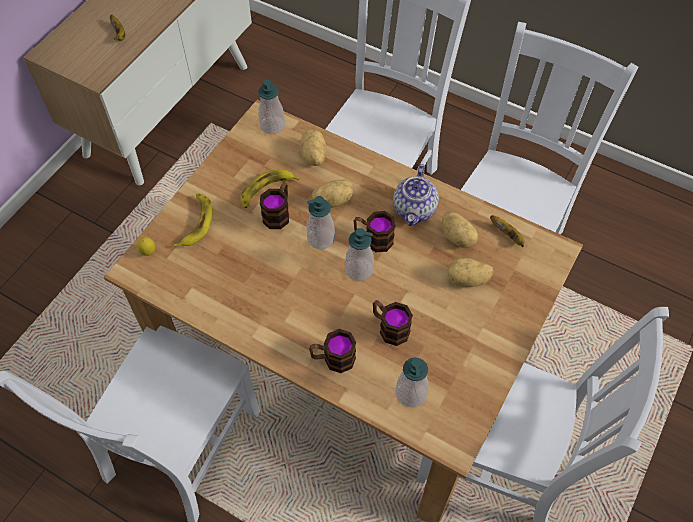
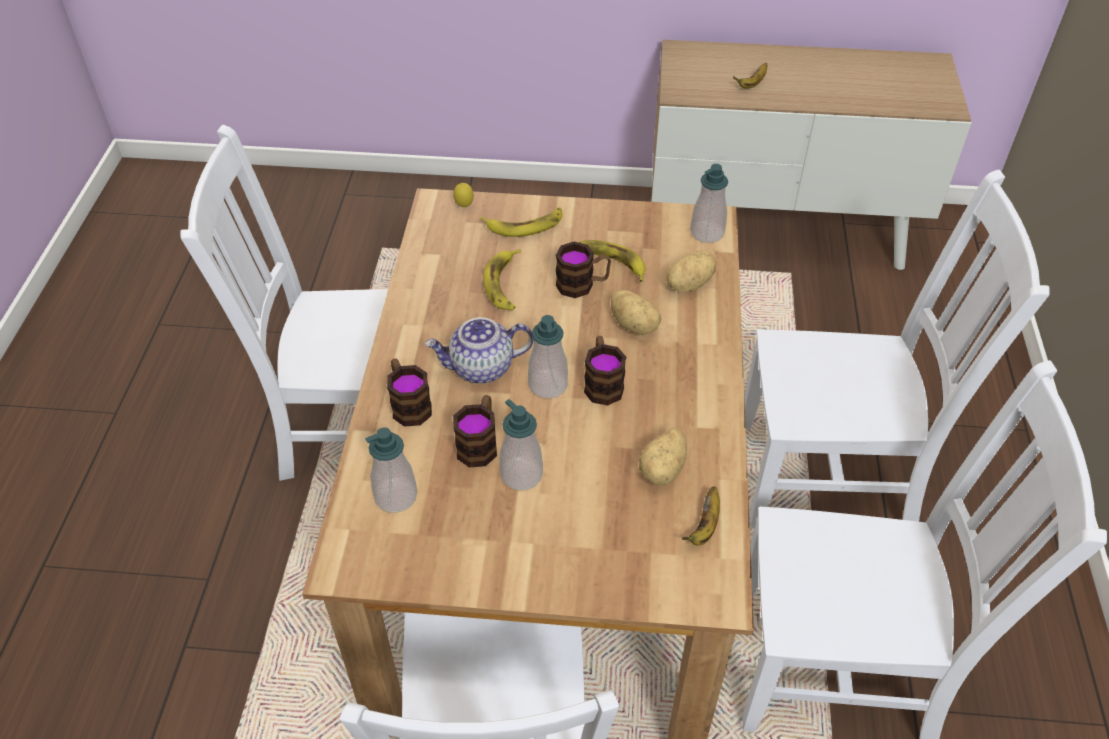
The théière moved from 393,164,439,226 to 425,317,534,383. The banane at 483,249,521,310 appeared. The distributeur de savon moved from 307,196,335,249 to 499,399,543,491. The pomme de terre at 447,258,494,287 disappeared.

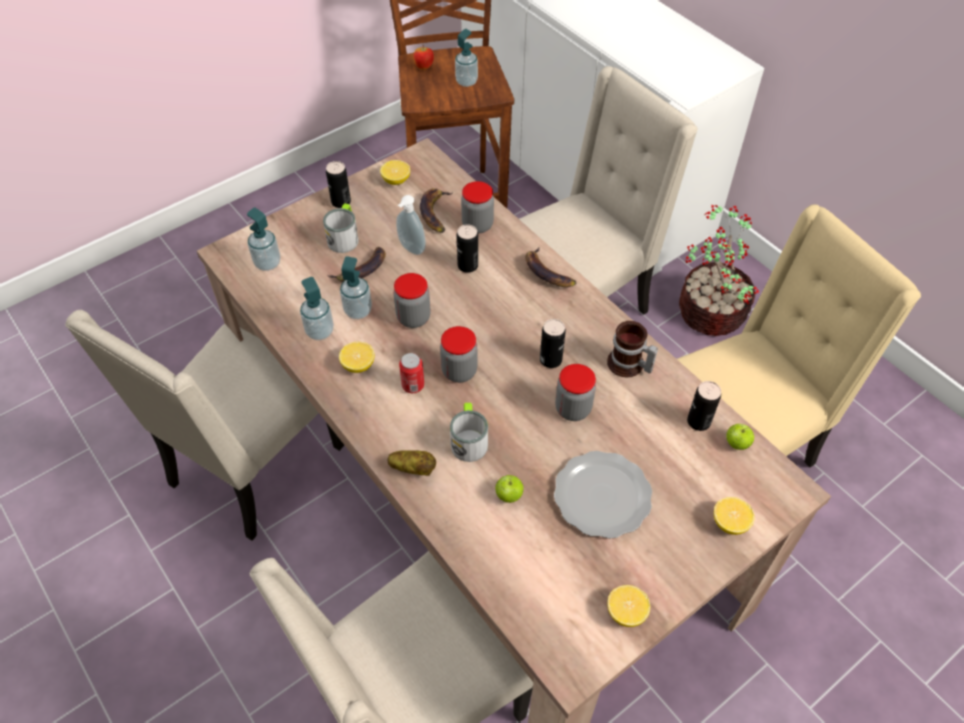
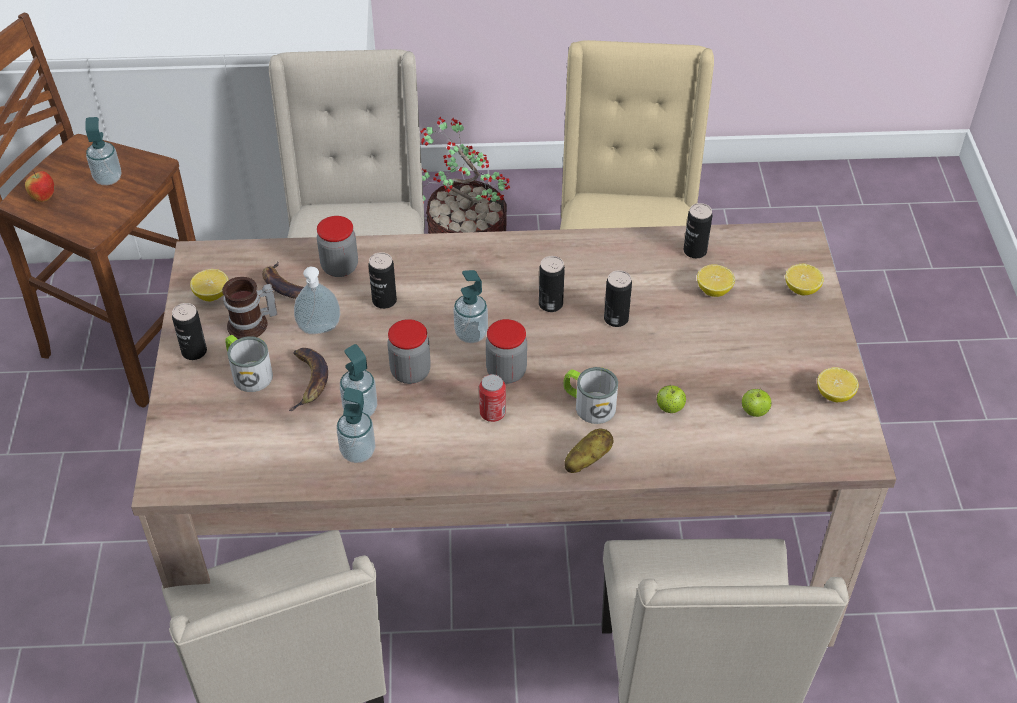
The mug moved from 607,321,658,377 to 222,277,277,339. The distributeur de savon moved from 247,207,280,271 to 453,270,488,343. The bocal at 555,364,596,421 was replaced by the boîte métallique at 604,270,632,327. The citron moved from 339,342,375,373 to 697,264,735,297. The pomme moved from 726,424,754,450 to 742,388,771,417. The banane at 525,248,577,287 disappeared. The assiette at 554,451,652,539 disappeared.

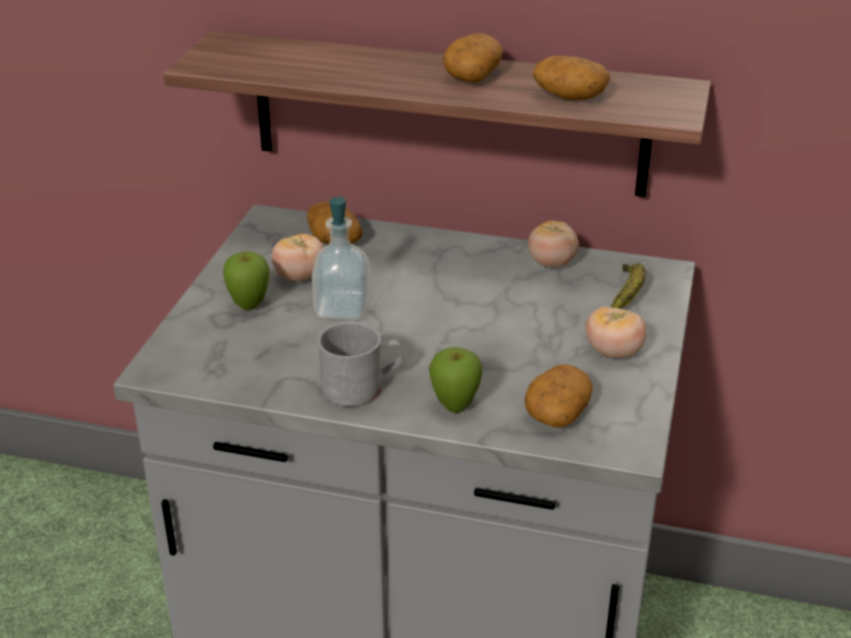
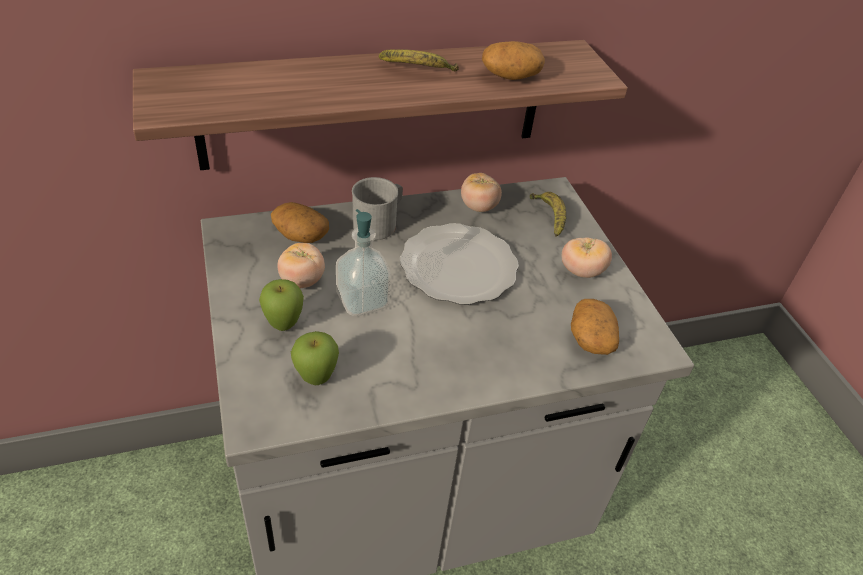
The pomme moved from 429,347,483,413 to 291,331,339,385. The mug/gris moved from 317,321,402,407 to 352,177,403,240. The pomme de terre at 443,33,503,82 was replaced by the banane at 379,49,459,72. The assiette at 400,223,519,305 appeared.

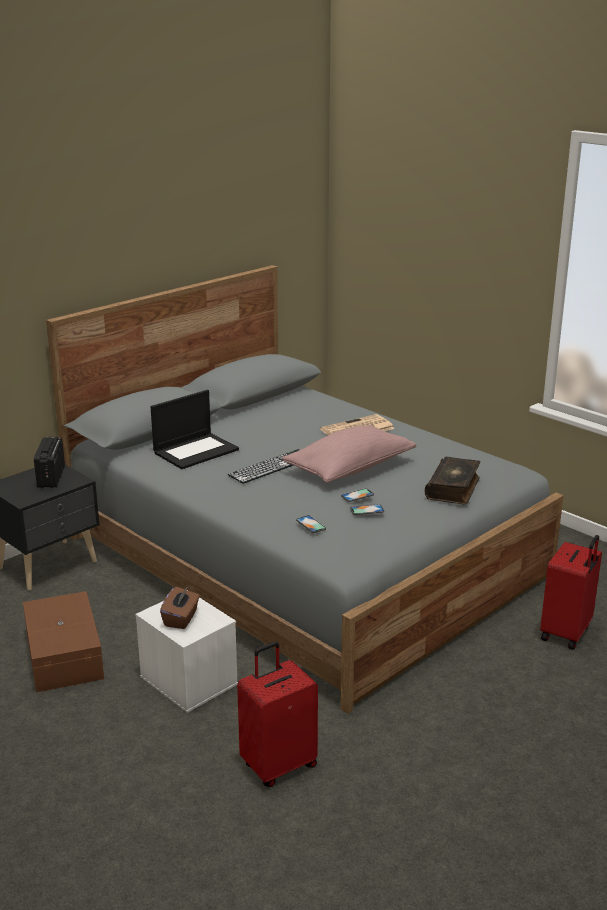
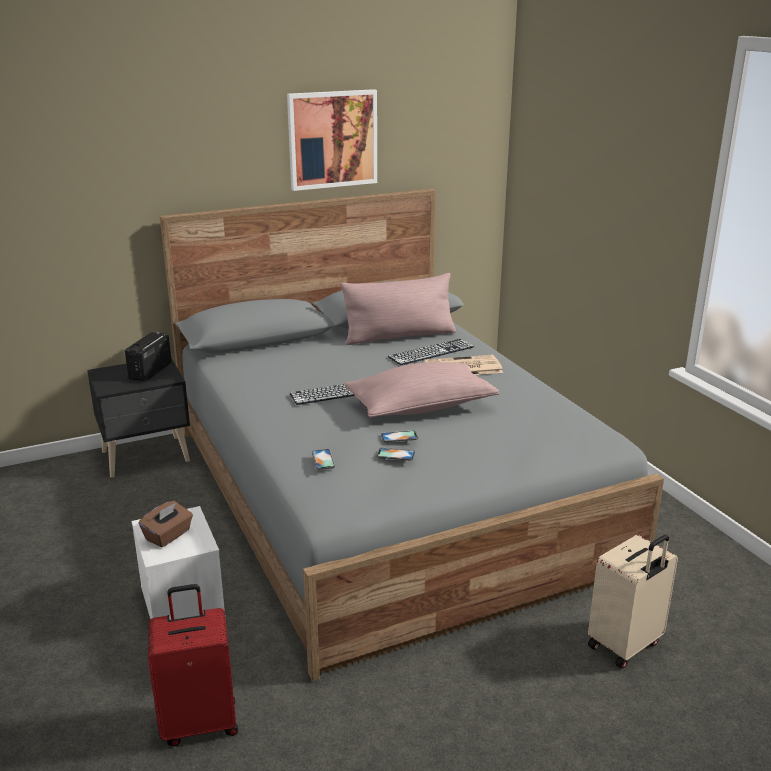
The tableau at 287,89,377,191 appeared. The coussin/rose at 341,273,456,345 appeared. The clavier at 388,339,474,365 appeared. The valise/rouge at 540,535,602,650 became the valise/beige at 588,535,678,669. The boîte de rangement/marron at 23,591,104,692 disappeared. The ordinateur portable at 150,390,239,469 disappeared. The livre at 425,457,480,504 disappeared.

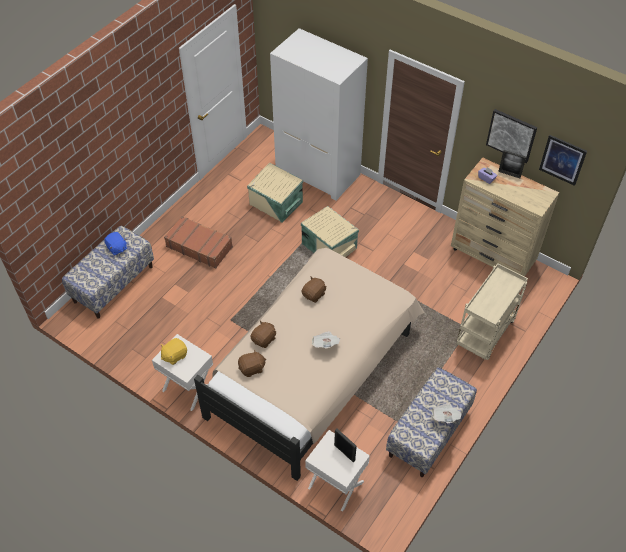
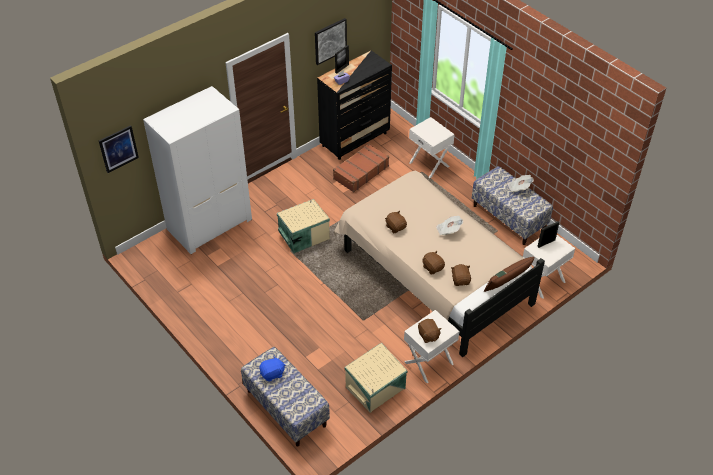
The tableau moved from 539,135,587,186 to 99,125,139,173. The commode/beige at 451,157,559,277 became the commode/noir at 317,50,392,160. The valise/marron moved from 164,216,233,269 to 333,144,389,192. The boîte de rangement/beige moved from 247,162,303,223 to 344,343,408,413. The chariot/beige at 456,263,528,360 was replaced by the table de chevet/blanc at 409,117,455,178. The peluche/jaune at 161,338,187,365 became the peluche/marron at 418,319,442,343. The coussin/marron at 483,257,535,292 appeared.

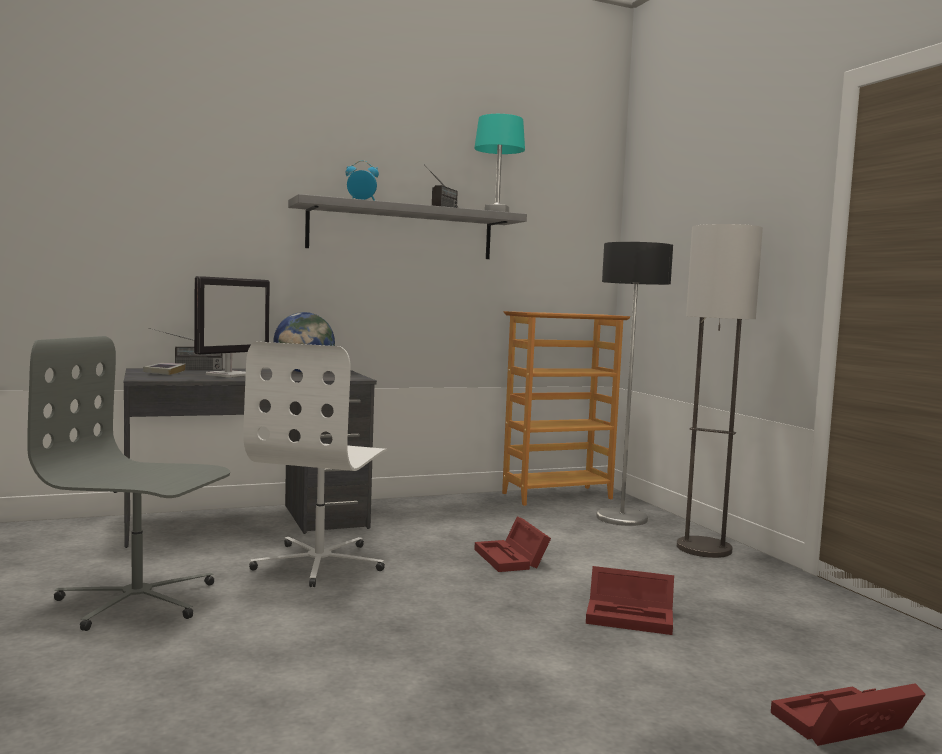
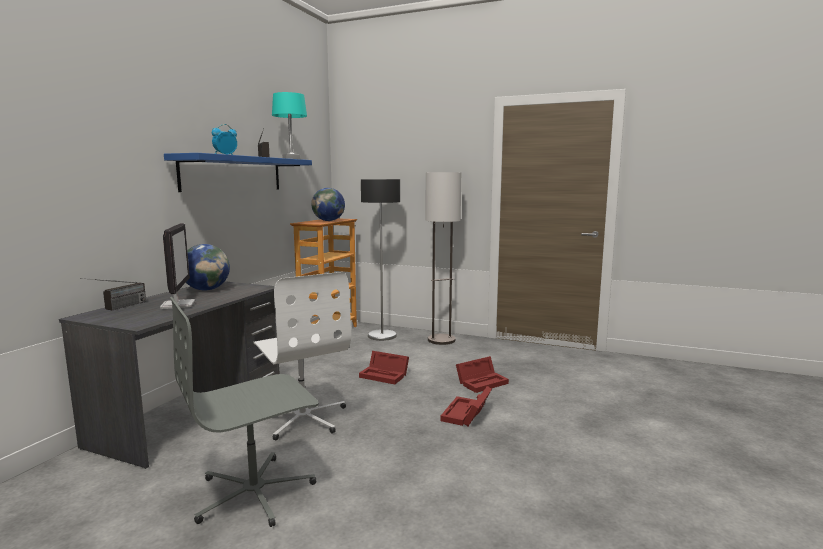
The étagère/gris at 288,194,527,259 became the étagère/bleu at 164,153,312,192. The globe at 311,188,345,221 appeared. The boîte de rangement/rouge moved from 771,683,926,746 to 440,386,492,426. The livre at 143,363,186,375 disappeared.

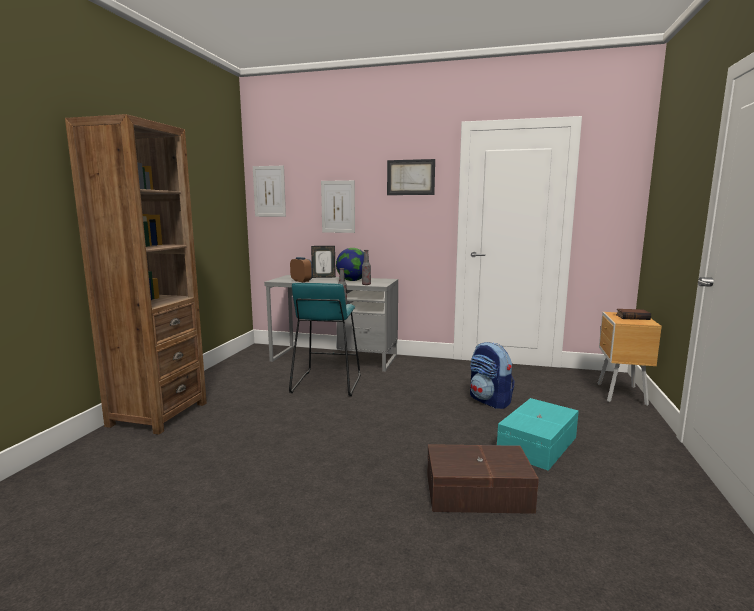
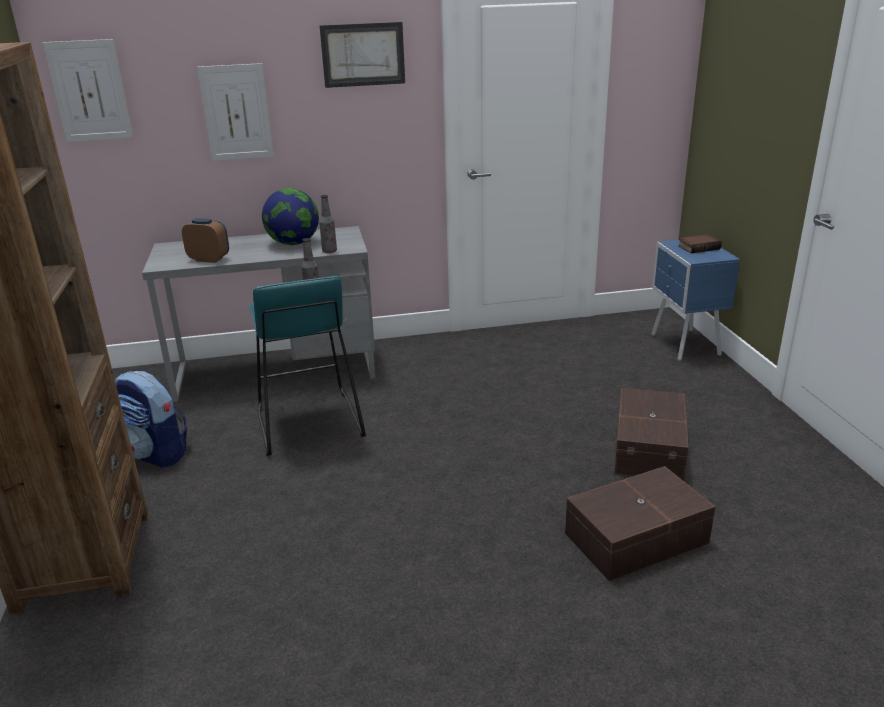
The sac à dos moved from 470,342,514,409 to 115,371,187,468. The boîte de rangement/turquoise at 497,398,579,471 became the boîte de rangement/marron at 614,388,689,481. The table de chevet/marron at 597,312,662,406 became the table de chevet/bleu at 651,240,740,361. The cadre photo at 311,246,336,278 disappeared.

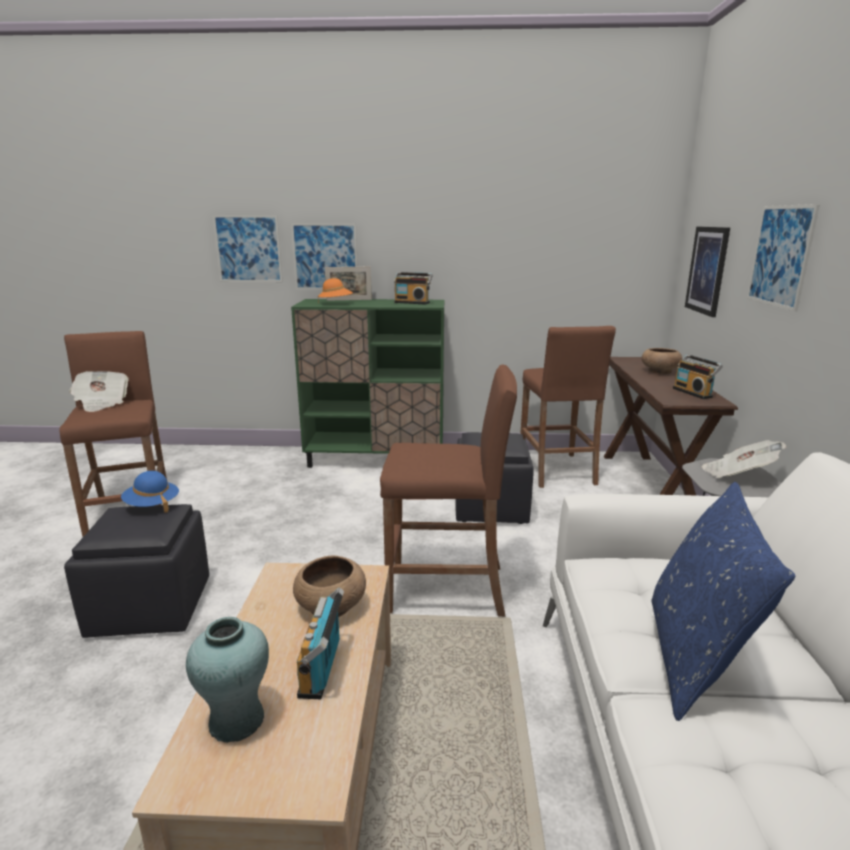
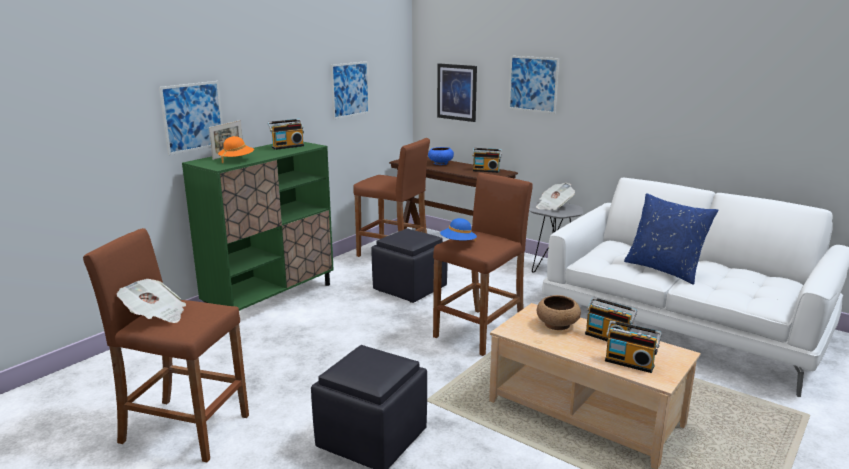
The tableau moved from 213,215,283,282 to 331,61,370,119. The bol/marron at 642,348,682,374 became the bol/bleu at 428,147,454,165. The chapeau/bleu moved from 121,471,179,513 to 440,218,477,241. The vase/turquoise at 186,617,269,743 was replaced by the radio at 605,320,662,373.

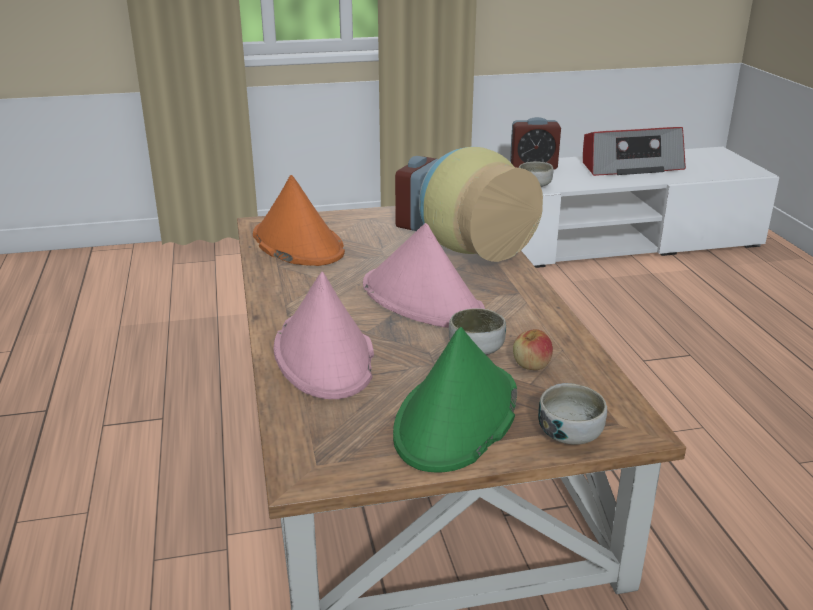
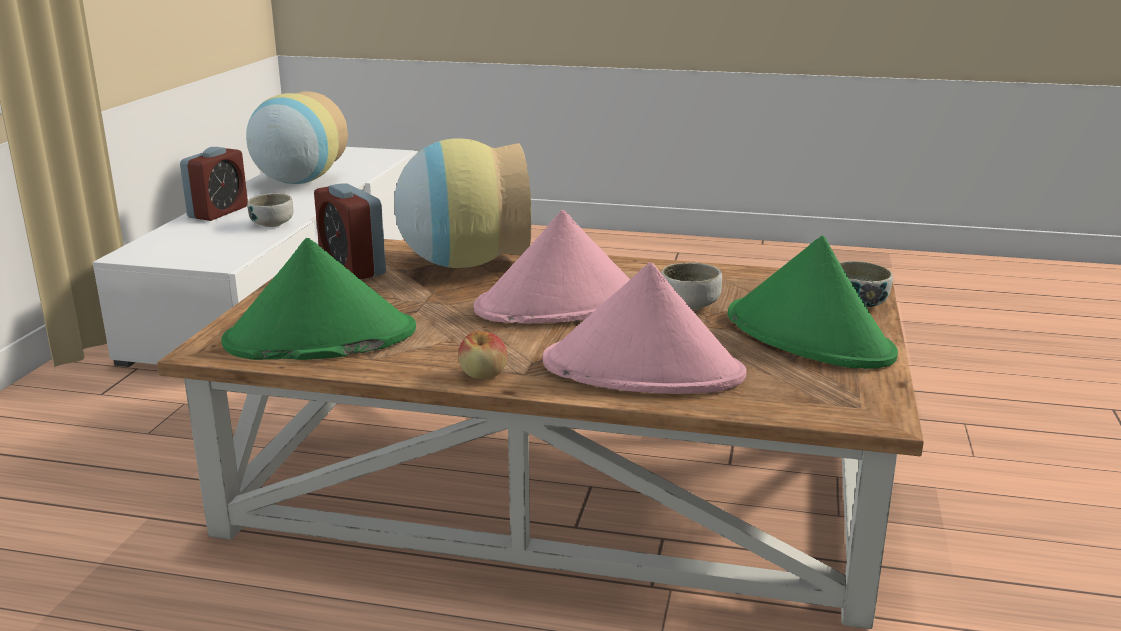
The chapeau/orange at 253,175,345,266 became the chapeau/vert at 221,238,416,360. The radio at 583,127,686,176 was replaced by the vase at 246,91,348,184. The pomme moved from 513,329,553,370 to 458,331,507,379.

